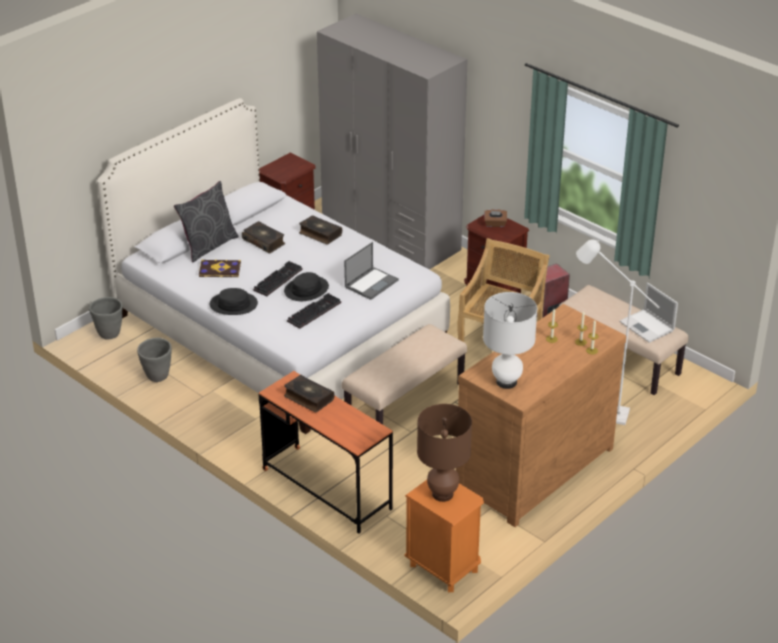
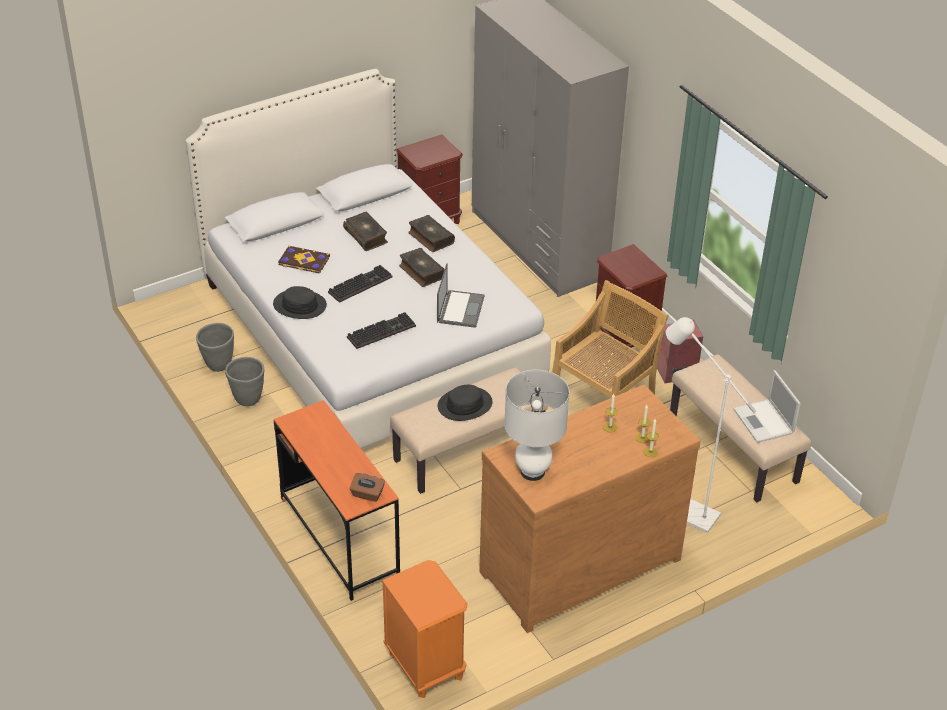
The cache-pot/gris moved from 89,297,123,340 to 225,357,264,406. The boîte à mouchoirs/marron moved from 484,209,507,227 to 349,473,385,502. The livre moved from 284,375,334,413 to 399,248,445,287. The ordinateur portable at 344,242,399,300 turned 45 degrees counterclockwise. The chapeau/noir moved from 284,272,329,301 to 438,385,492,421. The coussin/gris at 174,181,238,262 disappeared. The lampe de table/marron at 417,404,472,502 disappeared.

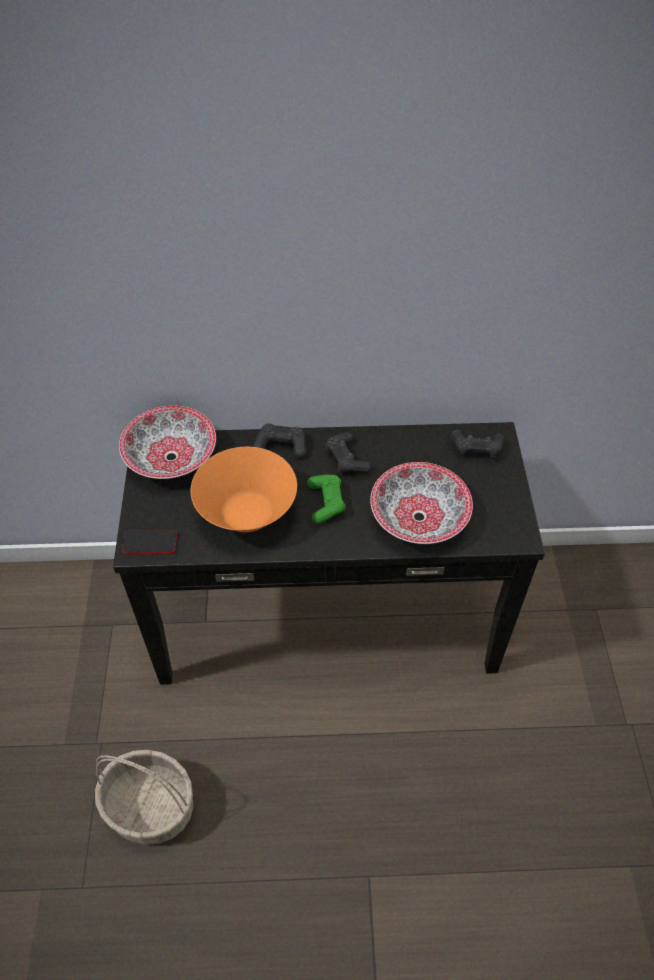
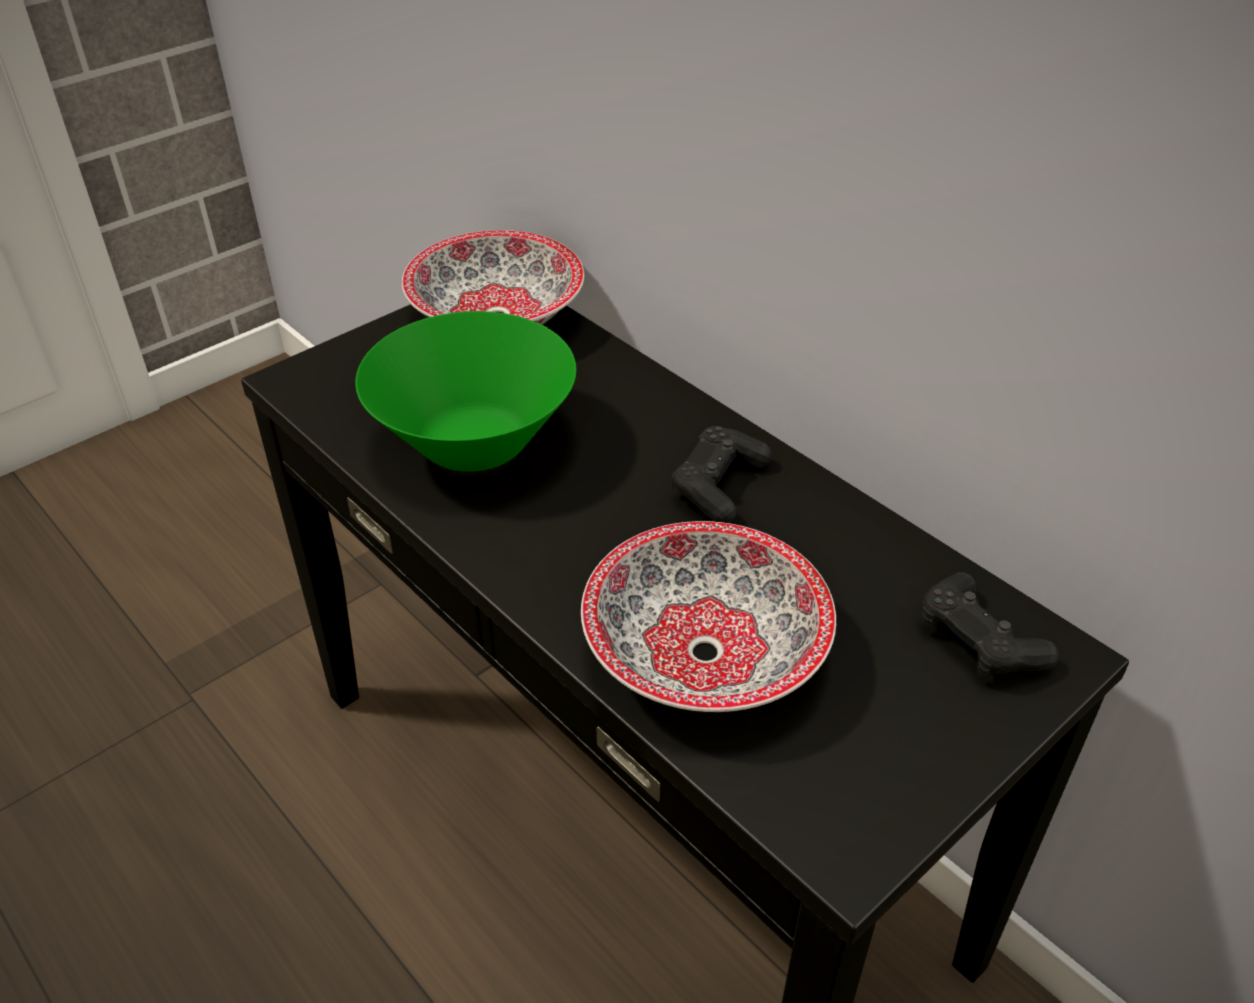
The bol/orange at 190,447,297,532 became the bol/vert at 355,311,576,472. The panier at 95,750,193,845 disappeared. The téléphone at 122,531,177,554 disappeared. The manette/noir at 253,424,306,458 disappeared. The manette/vert at 307,475,345,524 disappeared.

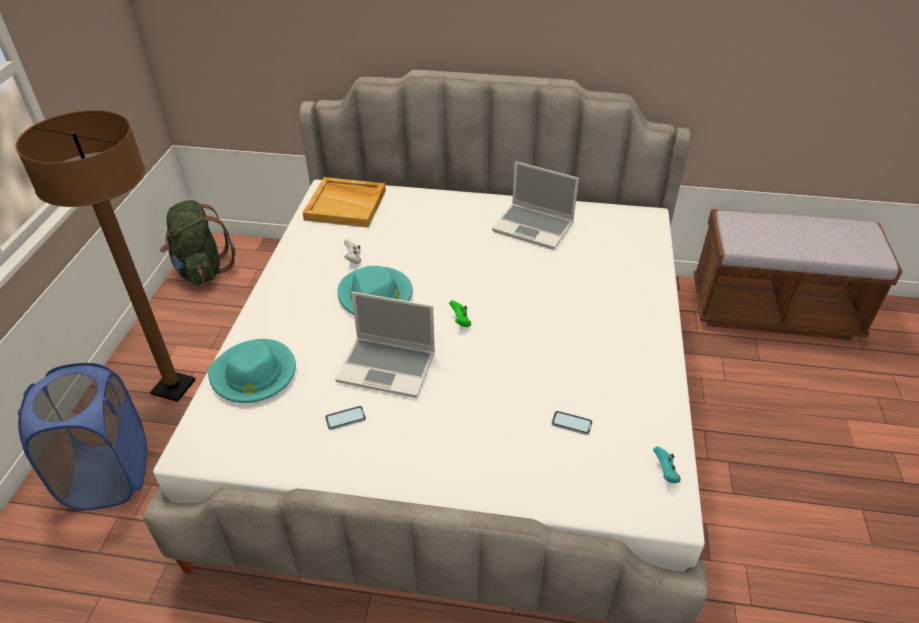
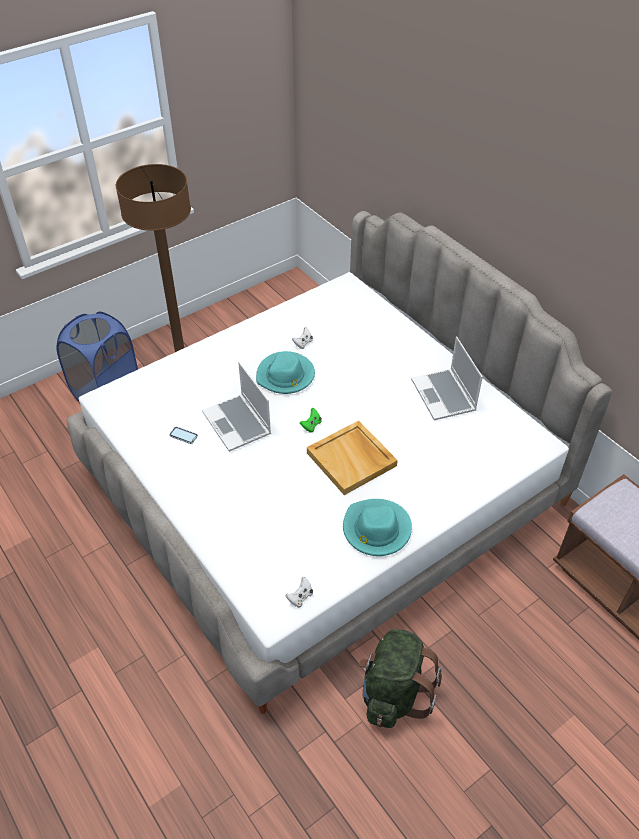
The manette/turquoise at 653,446,681,483 became the manette/blanc at 286,577,313,608. The plateau/beige moved from 303,177,386,228 to 307,421,398,495. The chapeau/turquoise moved from 207,339,296,403 to 343,499,412,556. The sac à dos/vert moved from 160,200,236,285 to 359,629,442,728. The téléphone at 551,411,592,435 disappeared.

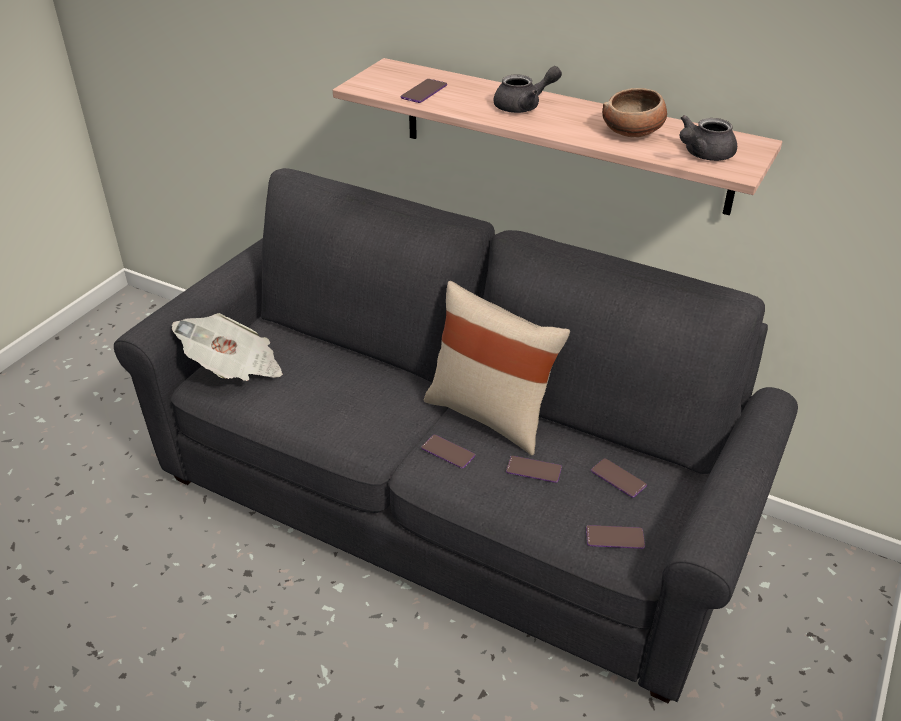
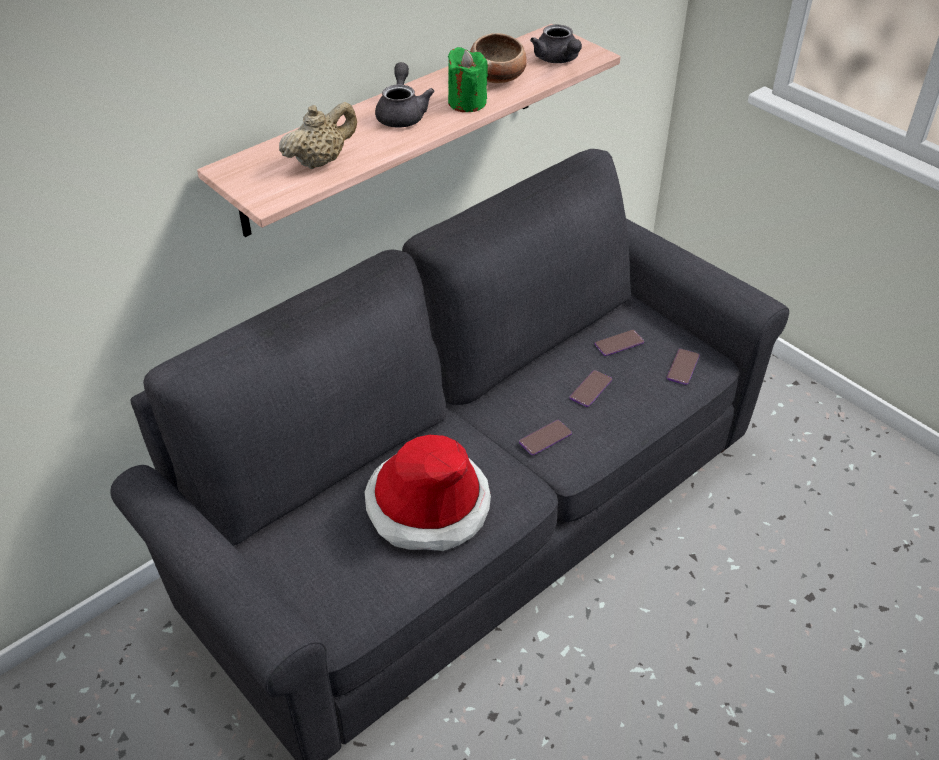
The téléphone at 401,79,447,103 was replaced by the théière/beige at 279,102,357,169. The chapeau at 365,435,491,551 appeared. The bougie/vert at 448,47,488,112 appeared. The journal at 172,313,283,381 disappeared. The coussin/beige at 424,281,570,455 disappeared.

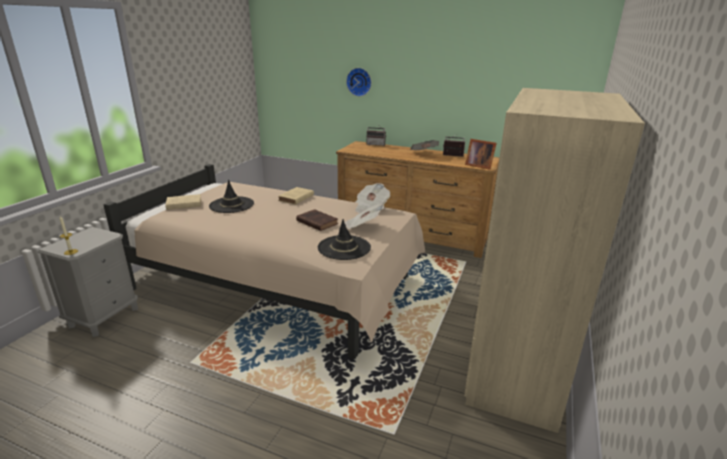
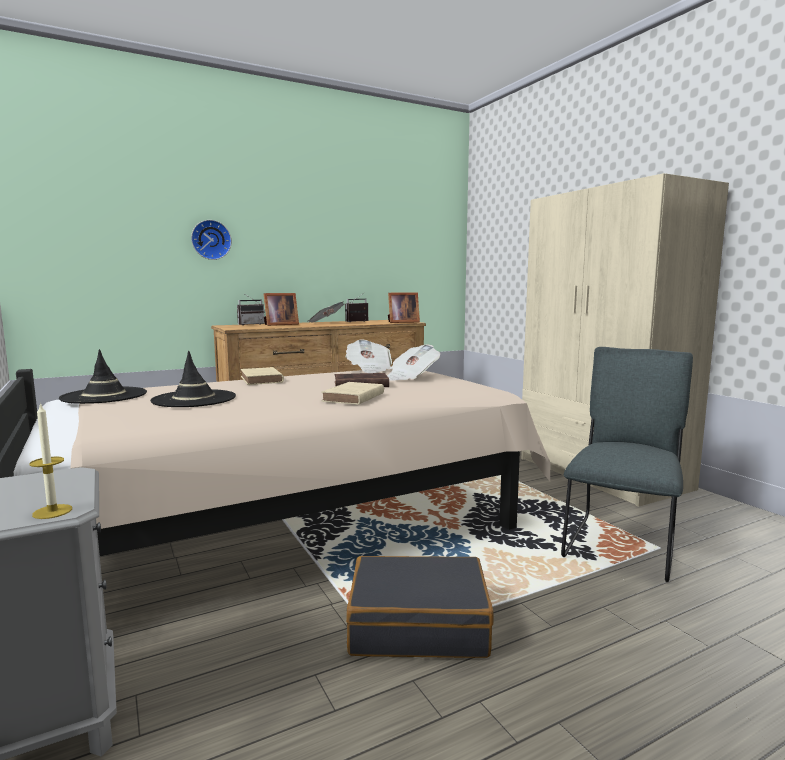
The chapeau/noir moved from 318,219,371,260 to 59,349,147,404. The cadre photo at 264,293,299,326 appeared. The livre/beige moved from 165,194,201,210 to 321,382,384,405. The valise/noir at 346,556,494,658 appeared. The chaise/gris at 561,347,693,582 appeared.

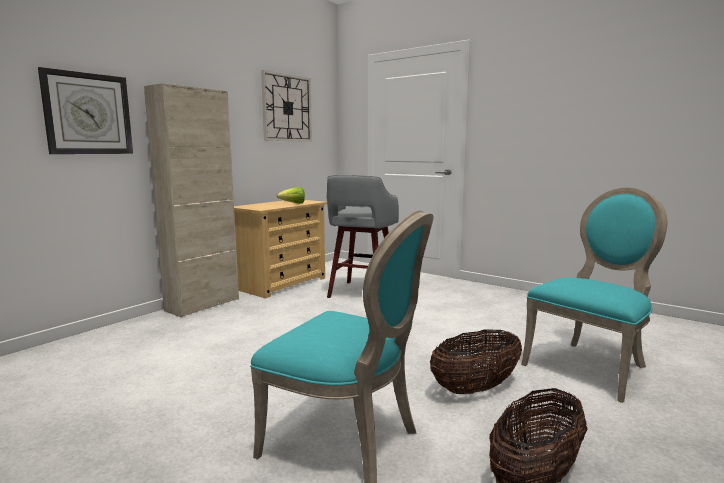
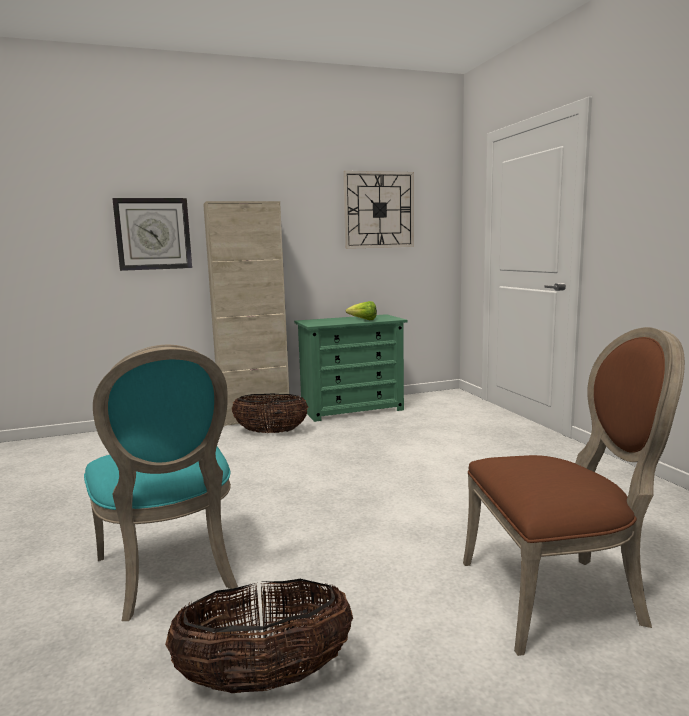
The panier moved from 430,329,522,394 to 232,393,308,433. The commode/beige at 234,200,327,298 became the commode/vert at 294,314,407,422. The chaise/turquoise at 521,187,667,403 became the chaise/marron at 463,327,685,656. The tabouret/gris at 327,175,399,298 disappeared.

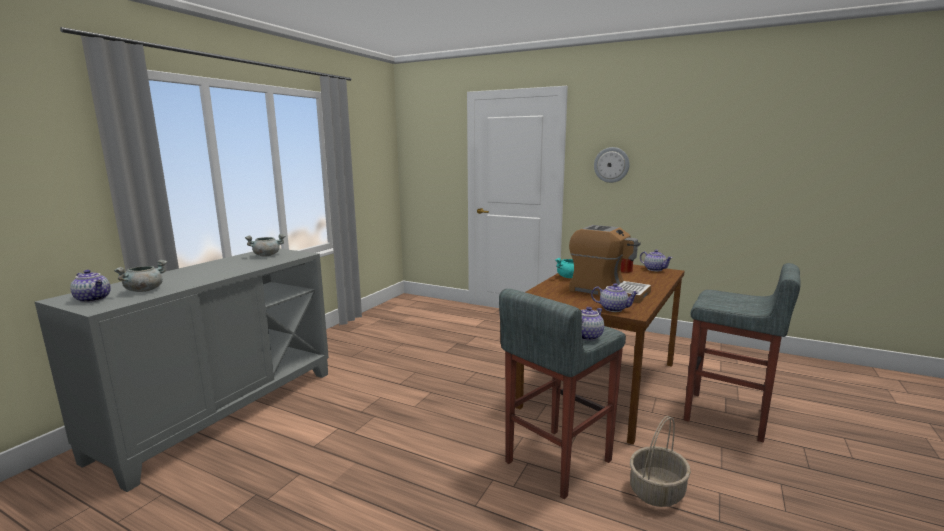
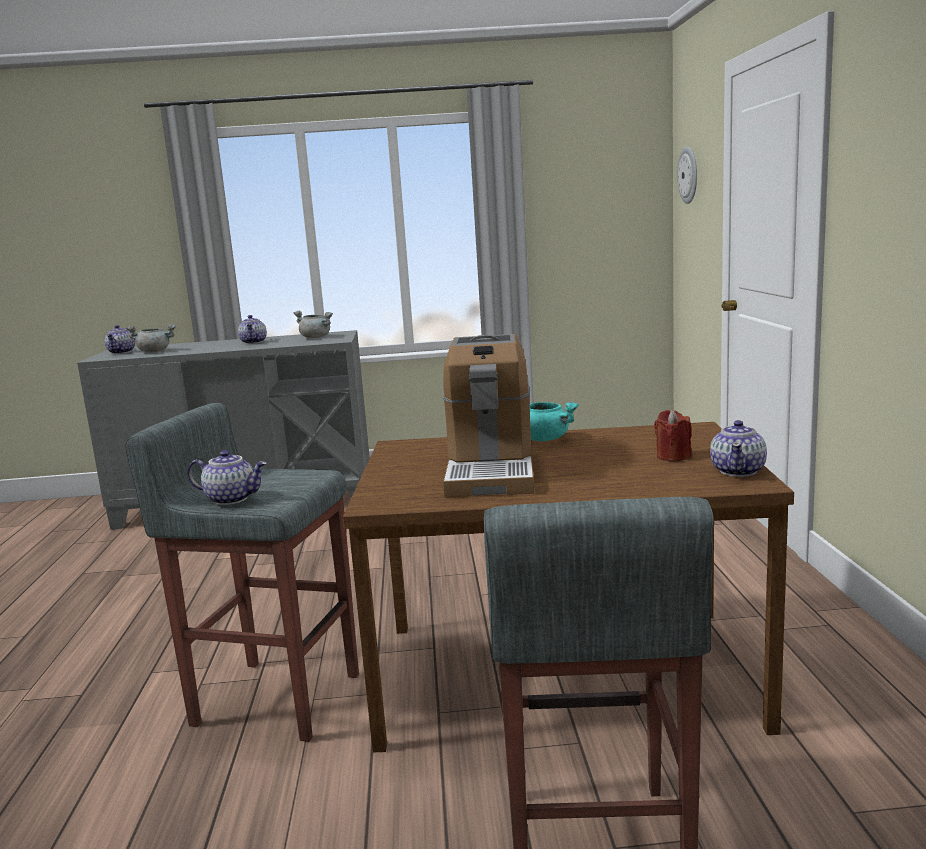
The théière moved from 591,283,639,312 to 238,315,267,344. The horloge murale moved from 594,147,630,183 to 677,147,697,204. The panier at 630,416,691,507 disappeared.

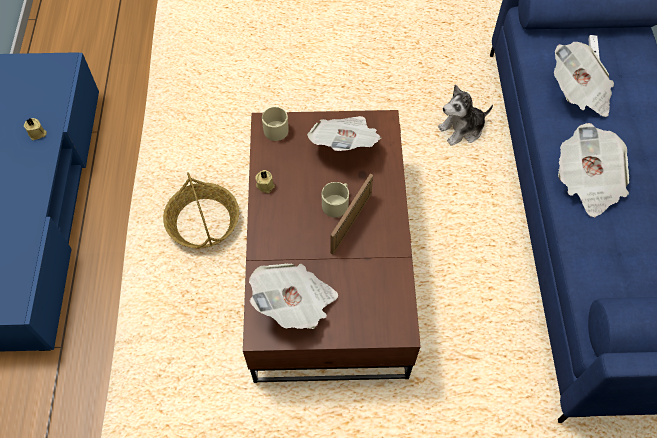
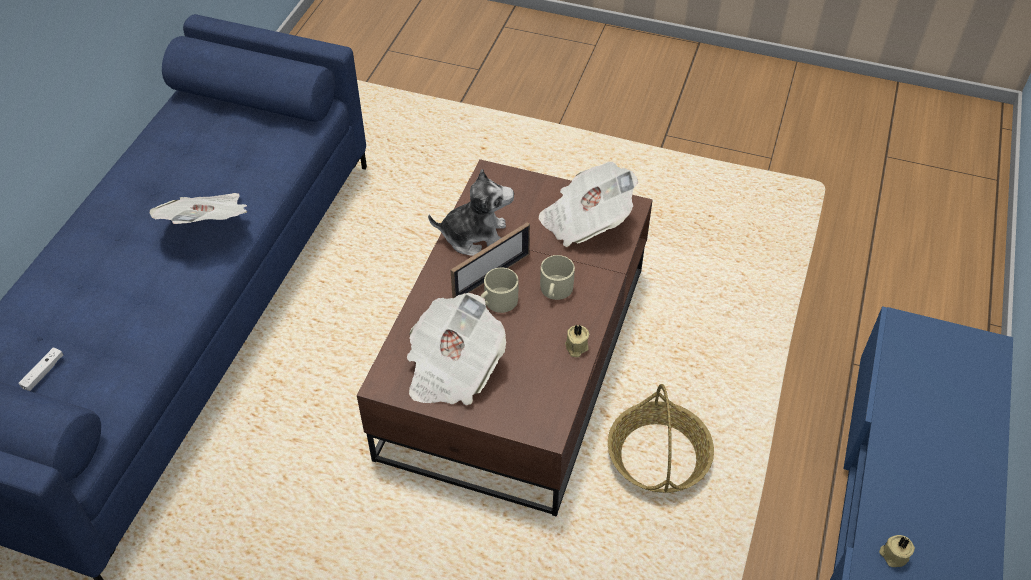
The peluche moved from 438,85,493,145 to 428,169,514,256. The mug/beige moved from 262,107,289,141 to 540,255,575,300. The journal at 554,42,614,117 disappeared.

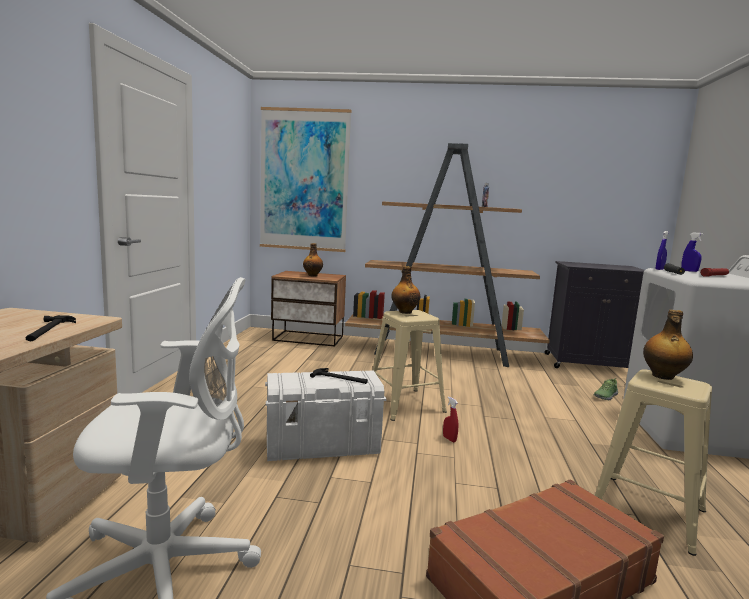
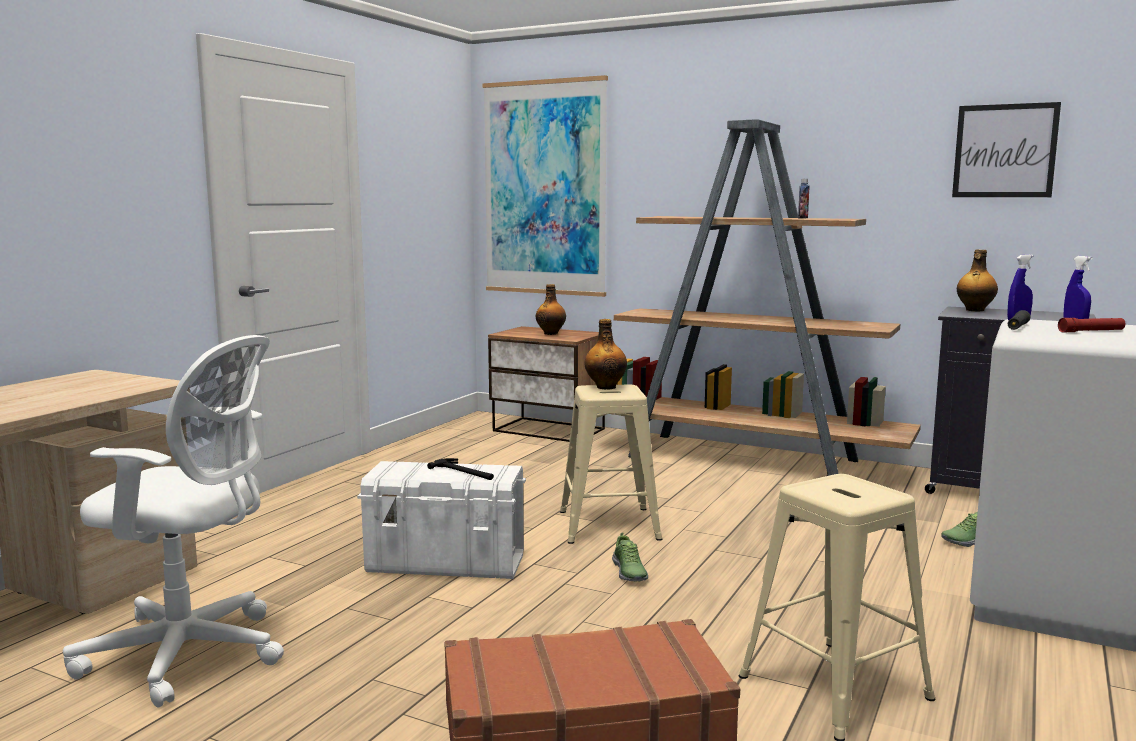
The vaporisateur/rouge at 443,396,458,442 was replaced by the chaussure at 612,532,648,582. The tableau at 952,102,1061,197 appeared. The bouteille moved from 643,310,693,380 to 957,249,998,311. The marteau at 25,315,76,341 disappeared.

